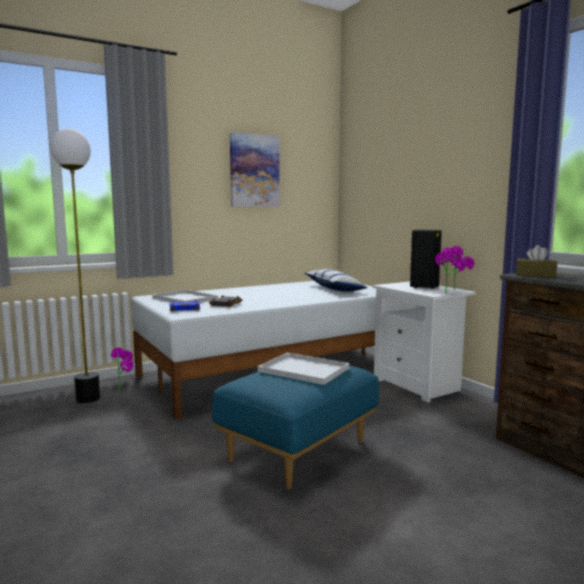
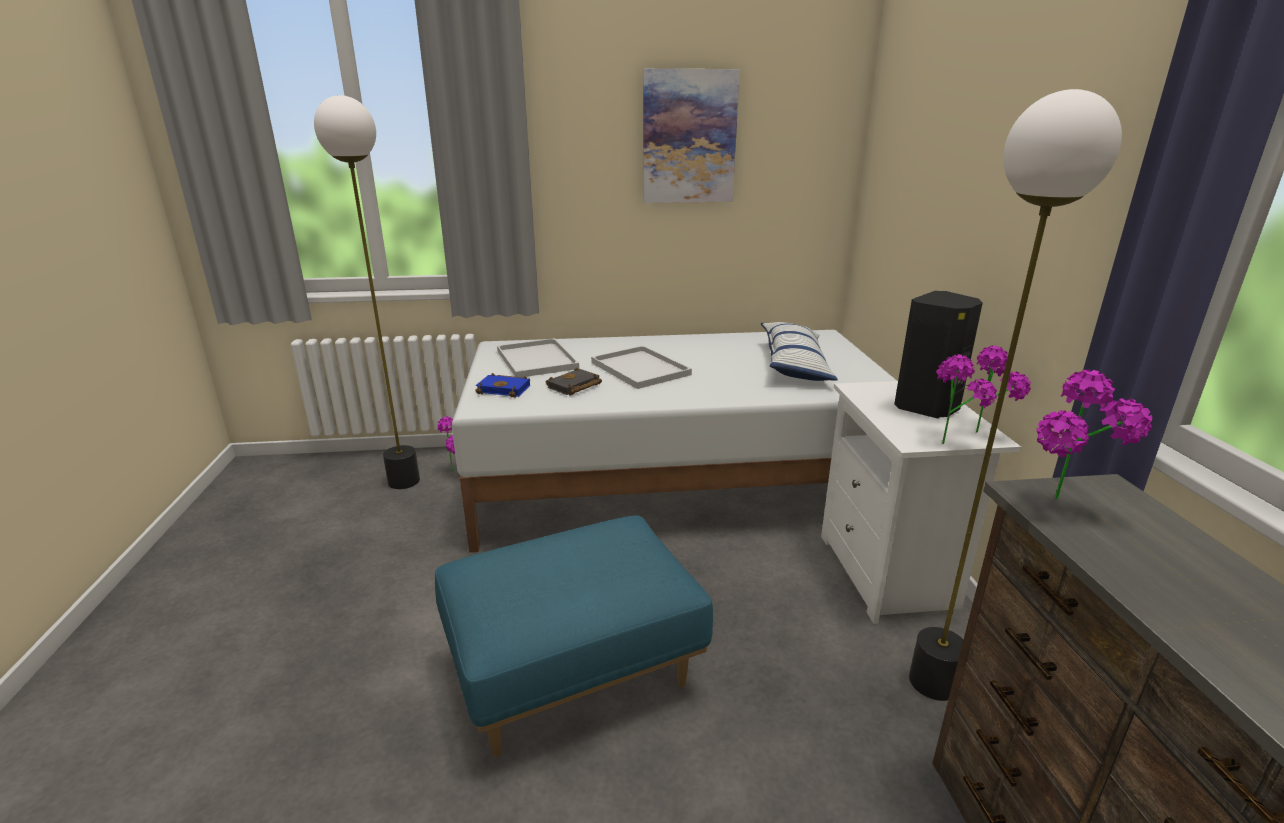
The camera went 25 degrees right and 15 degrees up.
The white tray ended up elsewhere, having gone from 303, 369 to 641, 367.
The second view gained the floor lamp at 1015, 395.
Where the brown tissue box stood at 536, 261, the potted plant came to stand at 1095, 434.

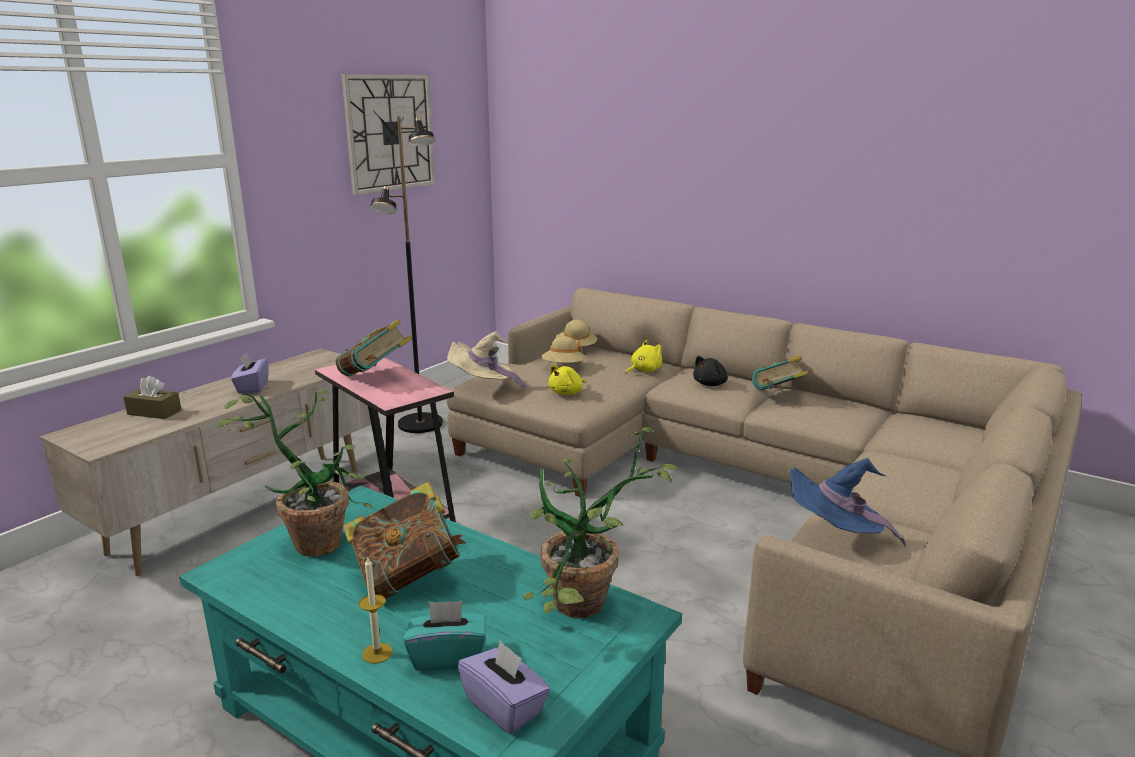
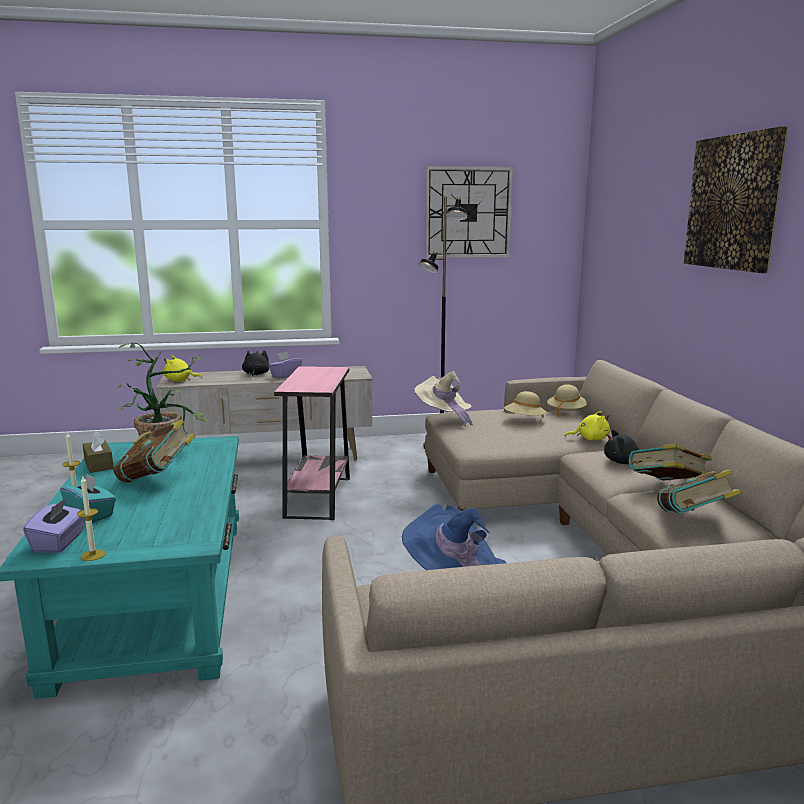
The camera went 45 degrees right and 5 degrees down.
The second view gained the candle at 91, 518.
The brown tissue box ended up elsewhere, having gone from 152, 397 to 98, 451.
The yellow plush toy ended up elsewhere, having gone from 566, 379 to 183, 368.
The second view gained the black plush toy at 255, 363.
The book ended up elsewhere, having gone from 374, 347 to 699, 491.
The second view gained the picture at 736, 199.
The second view lost the potted plant at 600, 522.

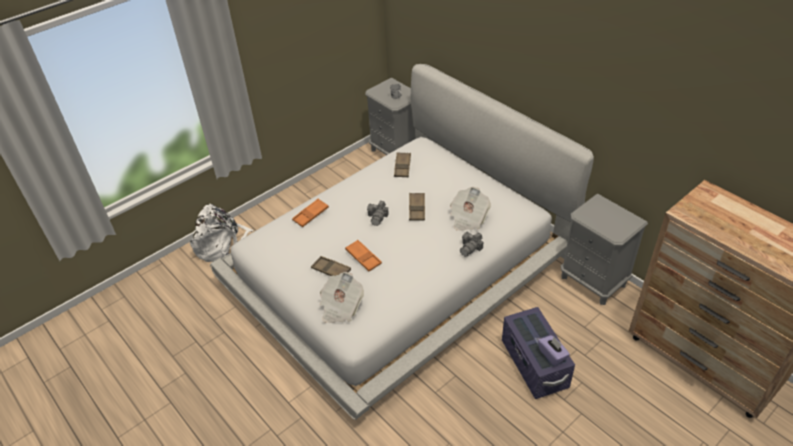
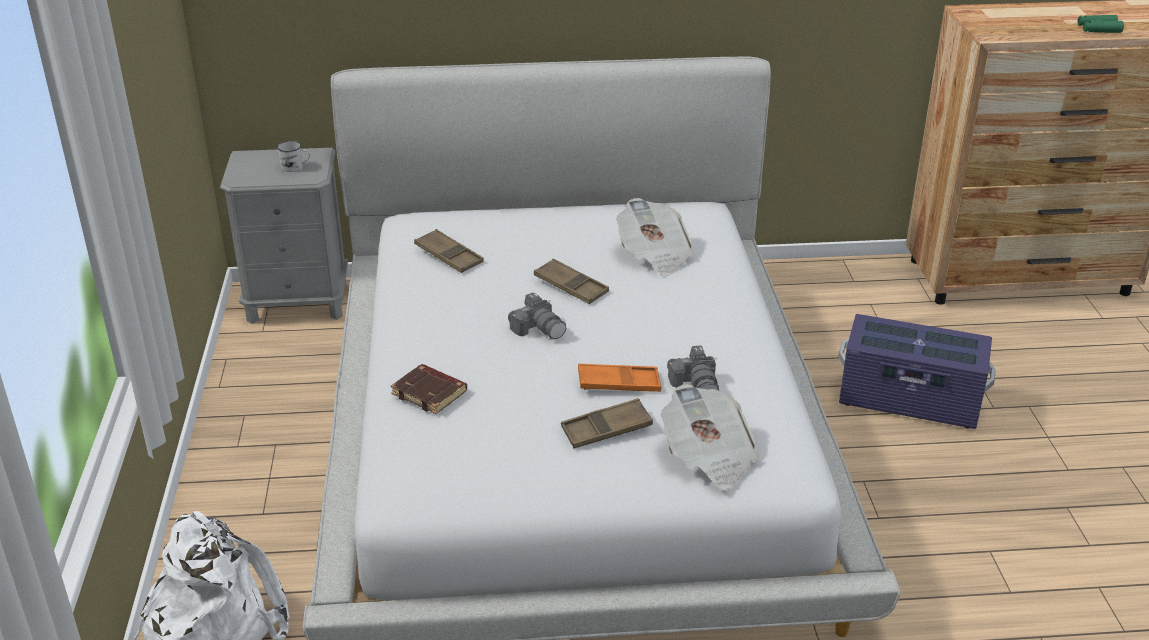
The camera went 55 degrees left and 10 degrees down.
Where the orange tray stood at 310, 213, the brown book came to stand at 428, 389.
The photo camera ended up elsewhere, having gone from 471, 244 to 693, 367.
The second view gained the green binoculars at 1101, 24.
The second view lost the purple tissue box at 554, 350.
The second view lost the grey nightstand at 604, 249.

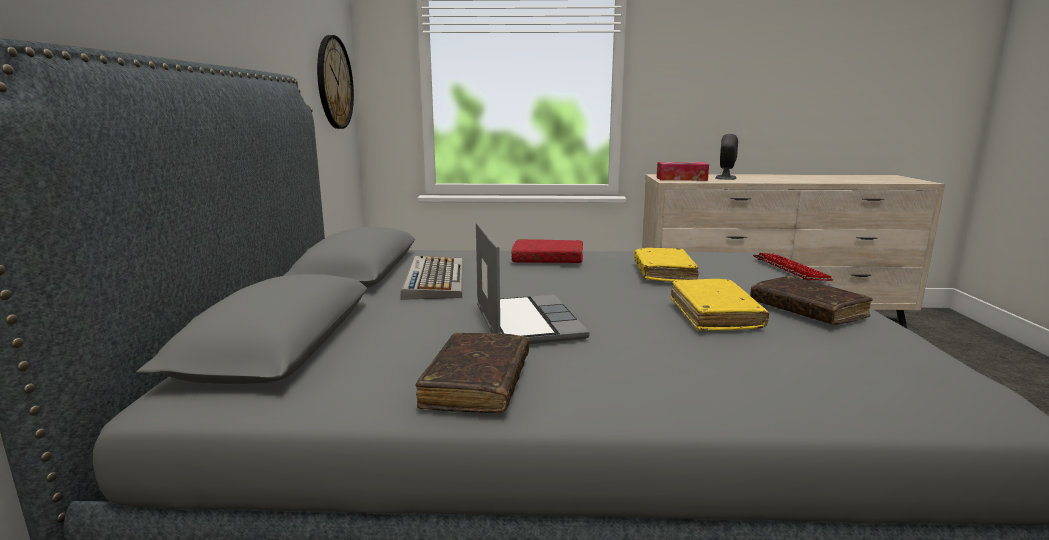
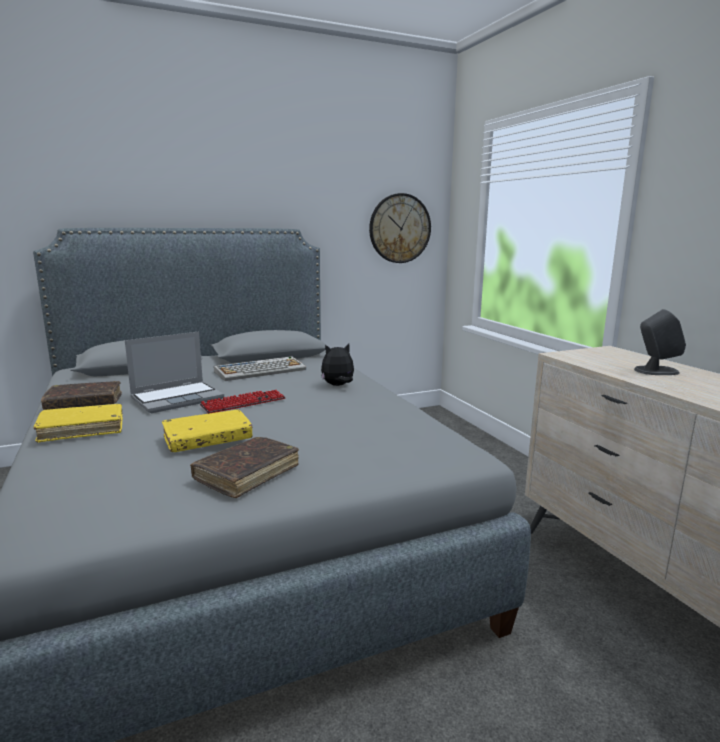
The camera went 65 degrees right and 0 degrees up.
The yellow book ended up elsewhere, having gone from 666, 265 to 78, 423.
The keyboard ended up elsewhere, having gone from 793, 267 to 243, 402.
Where the red book stood at 547, 251, the plush toy came to stand at 337, 365.
The second view lost the tissue box at 683, 171.

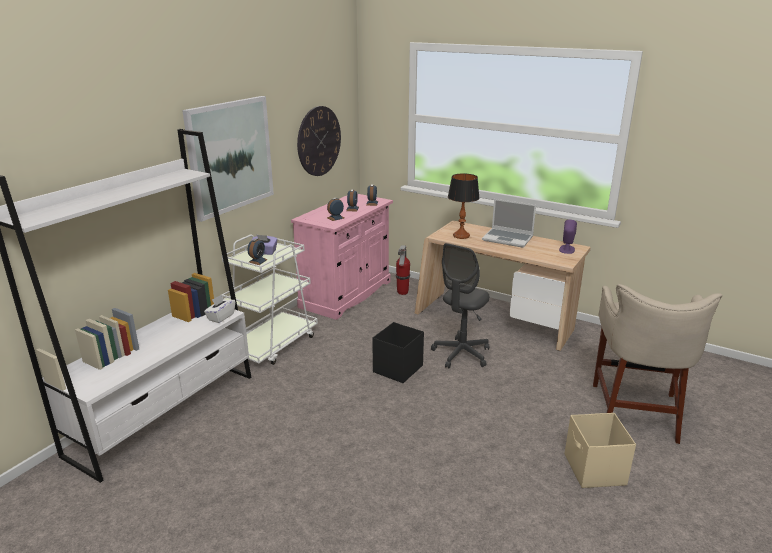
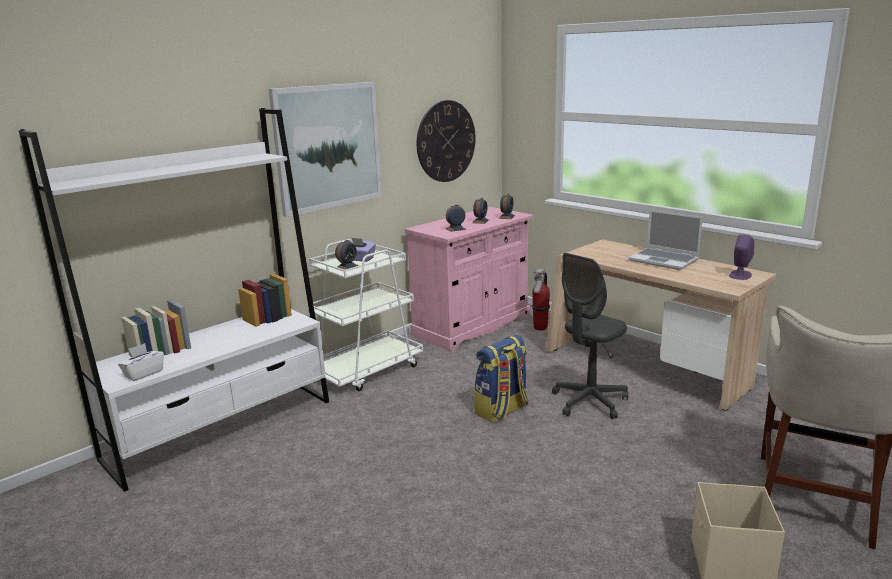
The camera went 15 degrees right and 5 degrees down.
The white tissue box ended up elsewhere, having gone from 219, 309 to 141, 362.
Where the black storage box stood at 398, 352, the backpack came to stand at 501, 378.
The second view lost the table lamp at 464, 206.

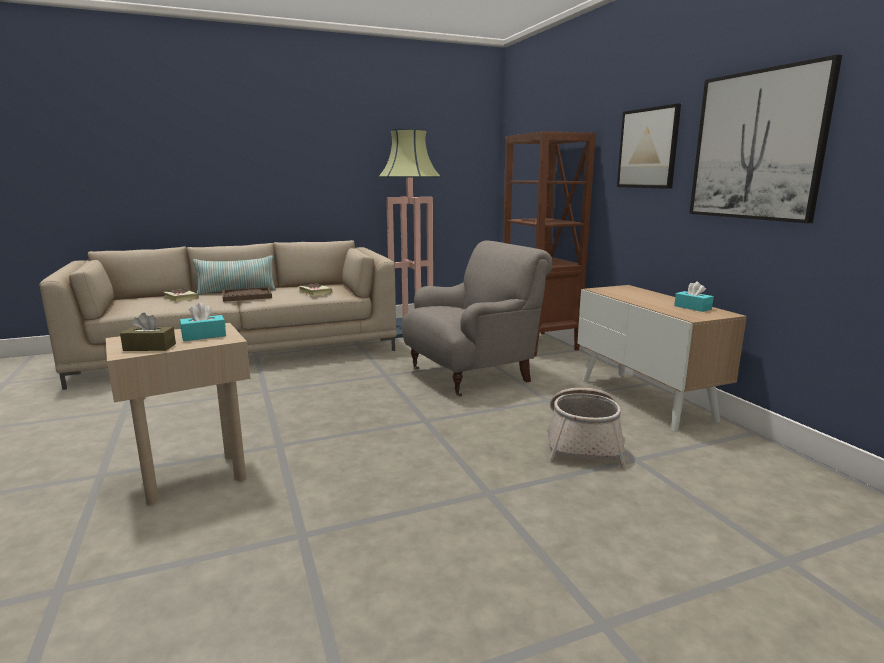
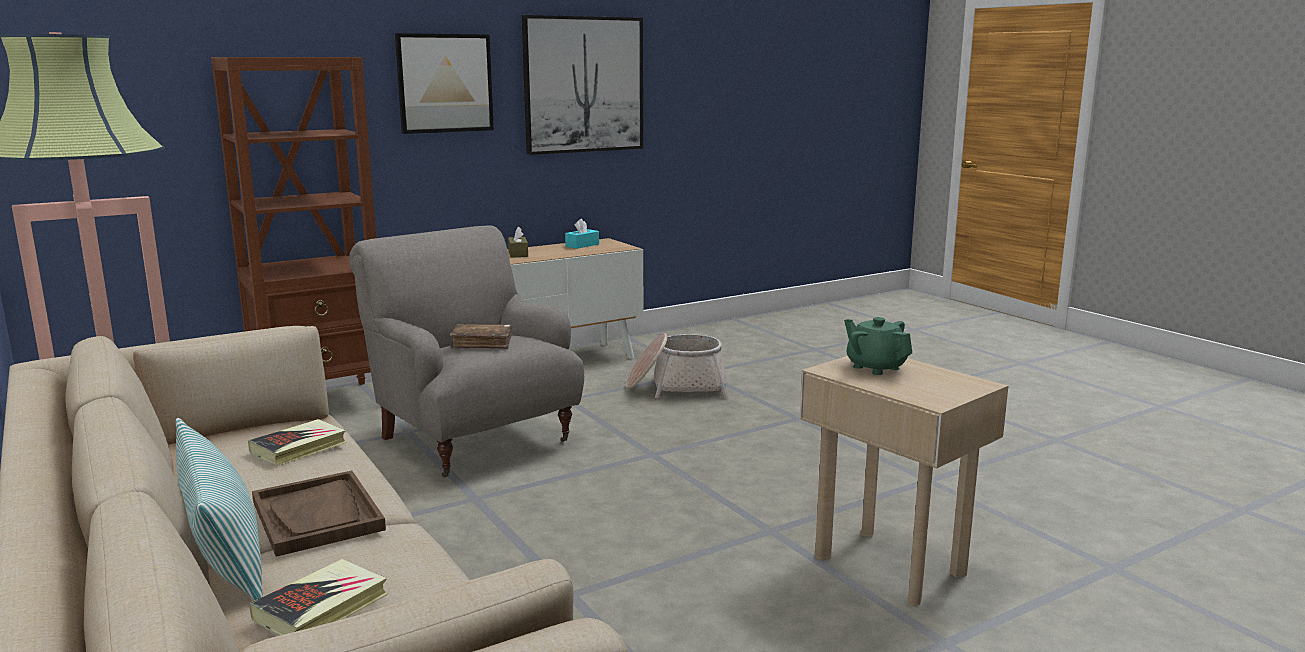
The camera went 100 degrees left and 0 degrees up.
The second view gained the brown book at 481, 336.
The brown tissue box ended up elsewhere, having gone from 148, 332 to 518, 242.
Where the turquoise tissue box stood at 203, 321, the green teapot came to stand at 878, 346.

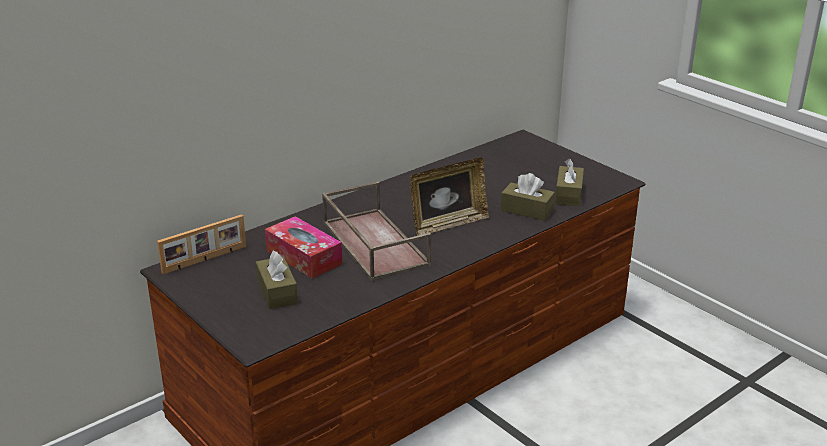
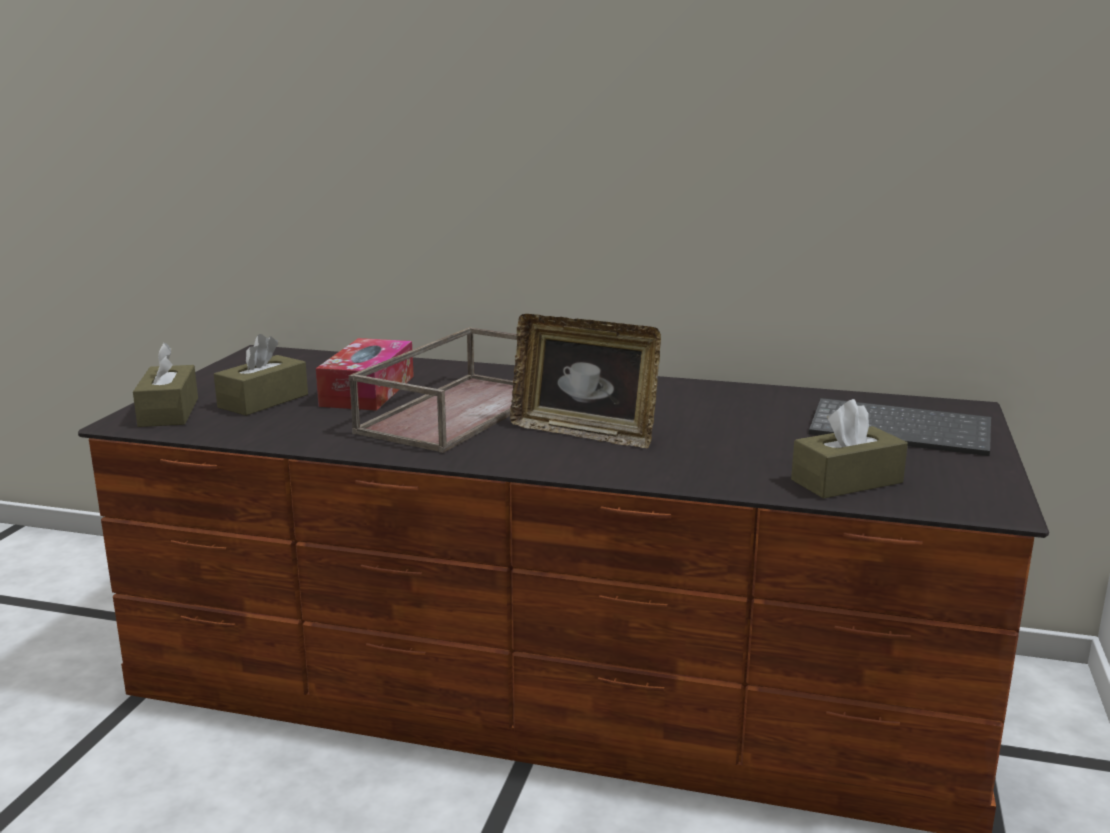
The camera went 55 degrees right and 10 degrees down.
The brown tissue box ended up elsewhere, having gone from 528, 197 to 165, 385.
The second view gained the keyboard at 900, 427.
The second view lost the picture frame at 201, 244.

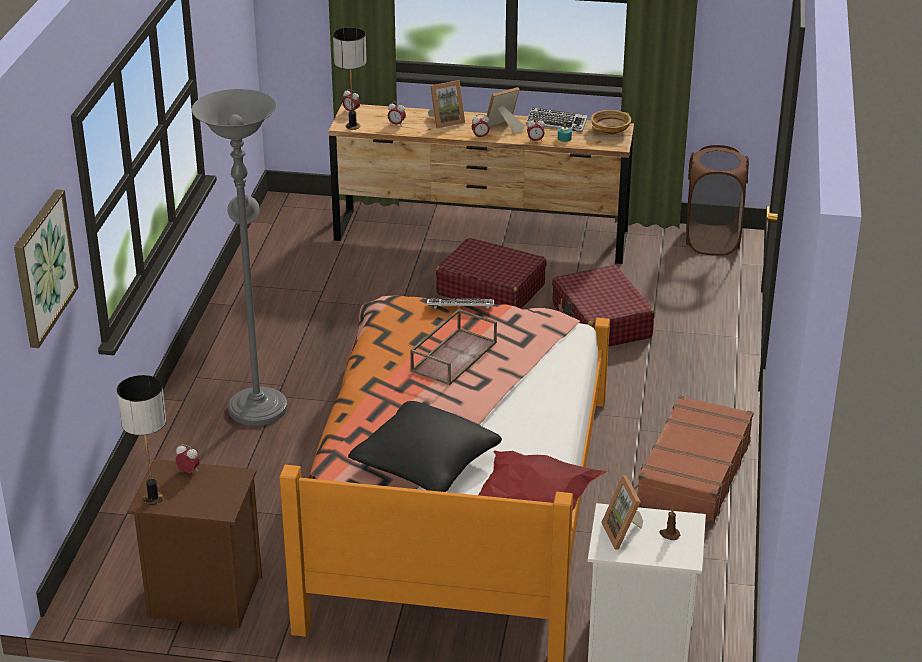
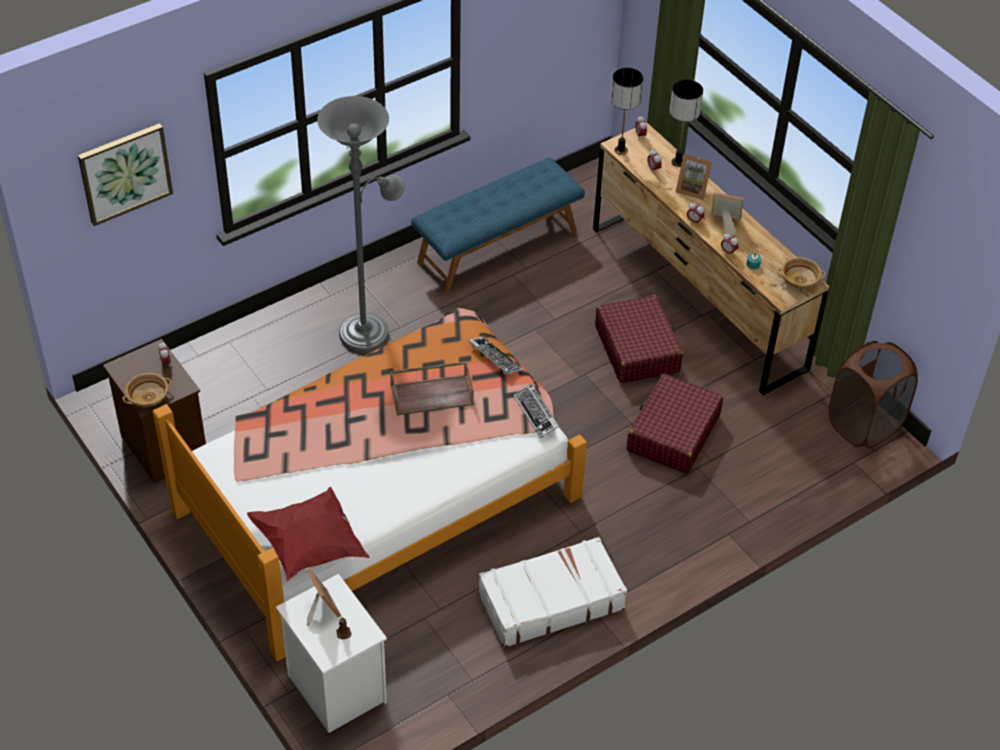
The camera went 45 degrees right and 15 degrees up.
The second view gained the beige bowl at 146, 390.
The picture frame at 622, 512 ended up facing another way, 120 degrees clockwise from before.
The second view gained the blue bench at 498, 226.
What was the brown suitcase at 694, 459 turned into the white suitcase at 552, 592.
The keyboard ended up elsewhere, having gone from 557, 119 to 536, 411.
The table lamp ended up elsewhere, having gone from 141, 440 to 686, 123.
The second view lost the black pillow at 425, 446.

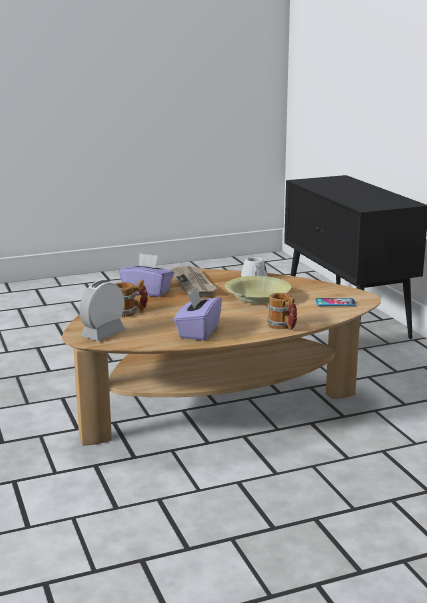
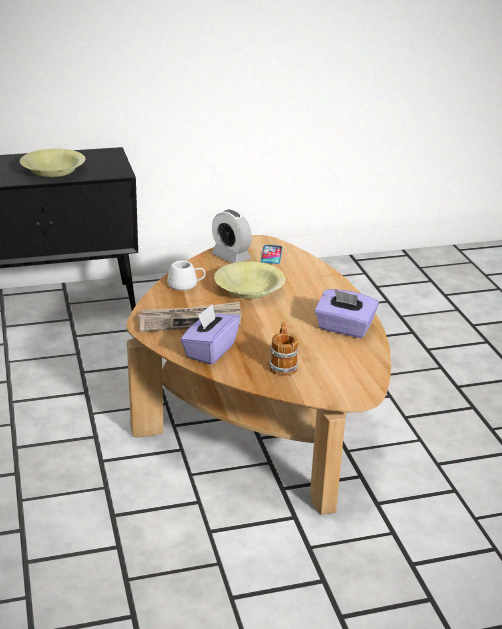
The camera went 85 degrees left and 10 degrees up.
The second view gained the yellow bowl at 52, 163.
The alarm clock ended up elsewhere, having gone from 102, 310 to 232, 236.
The second view lost the mug at 282, 311.

